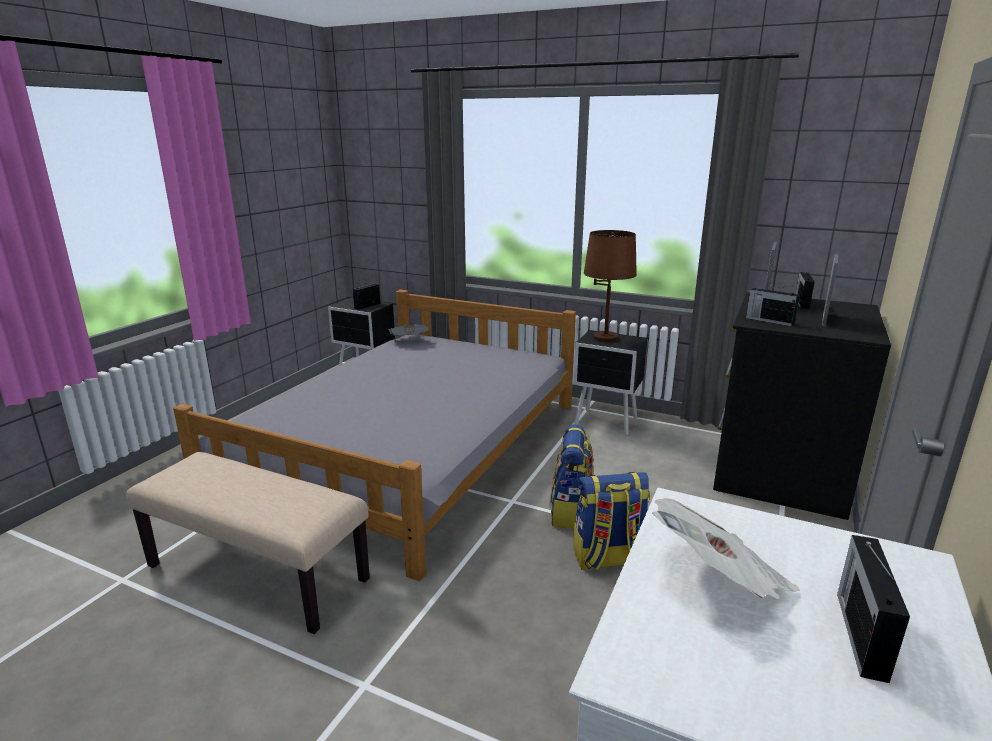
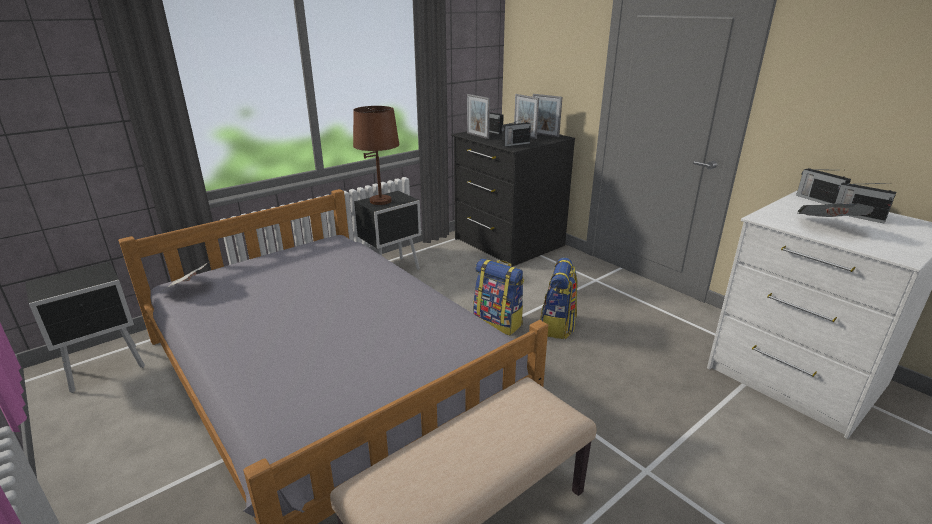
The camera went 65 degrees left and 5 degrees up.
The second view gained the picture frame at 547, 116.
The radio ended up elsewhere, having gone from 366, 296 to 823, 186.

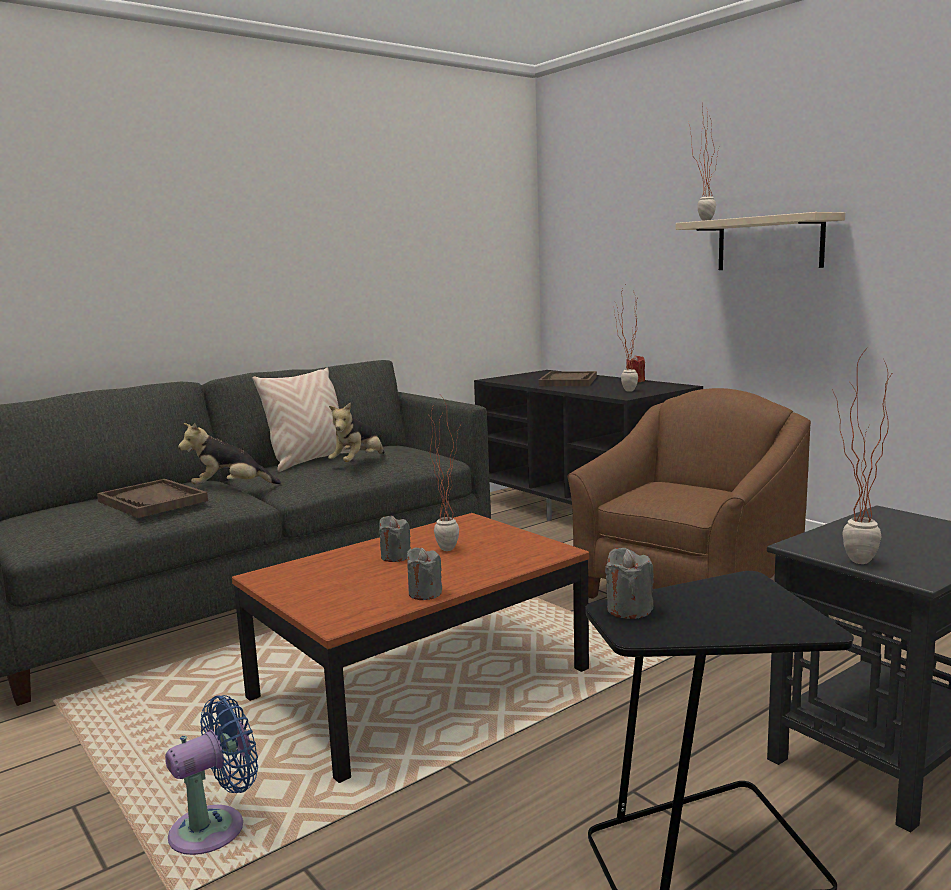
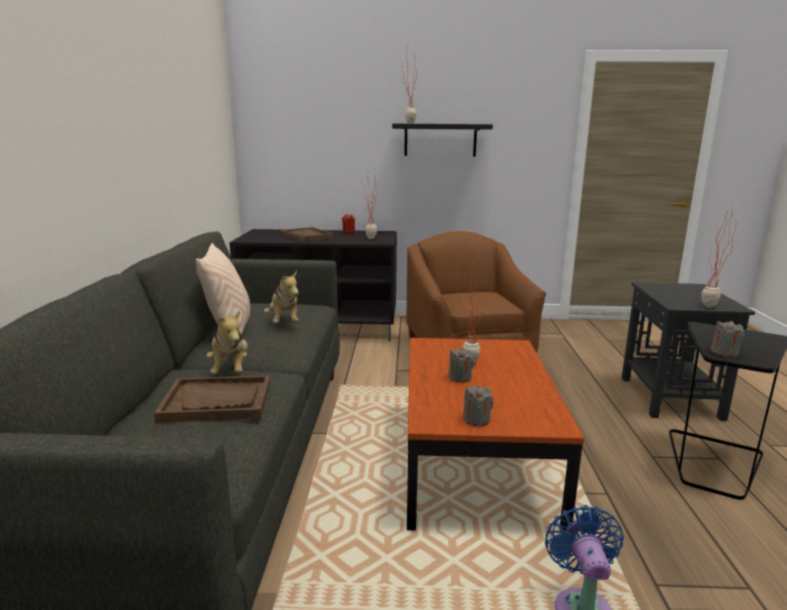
The camera went 50 degrees left and 5 degrees up.
The plush toy at 229, 453 ended up facing another way, 45 degrees counterclockwise from before.
What was the beige shelf at 760, 241 turned into the black shelf at 442, 140.
The grey candle ended up elsewhere, having gone from 424, 573 to 478, 406.

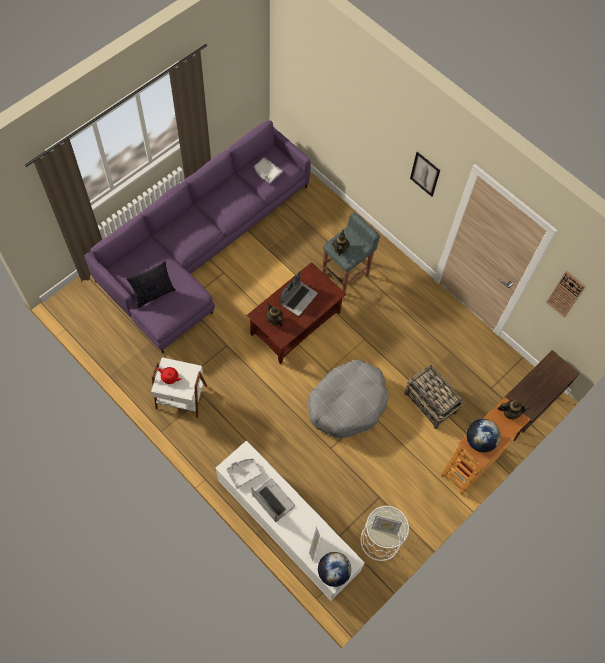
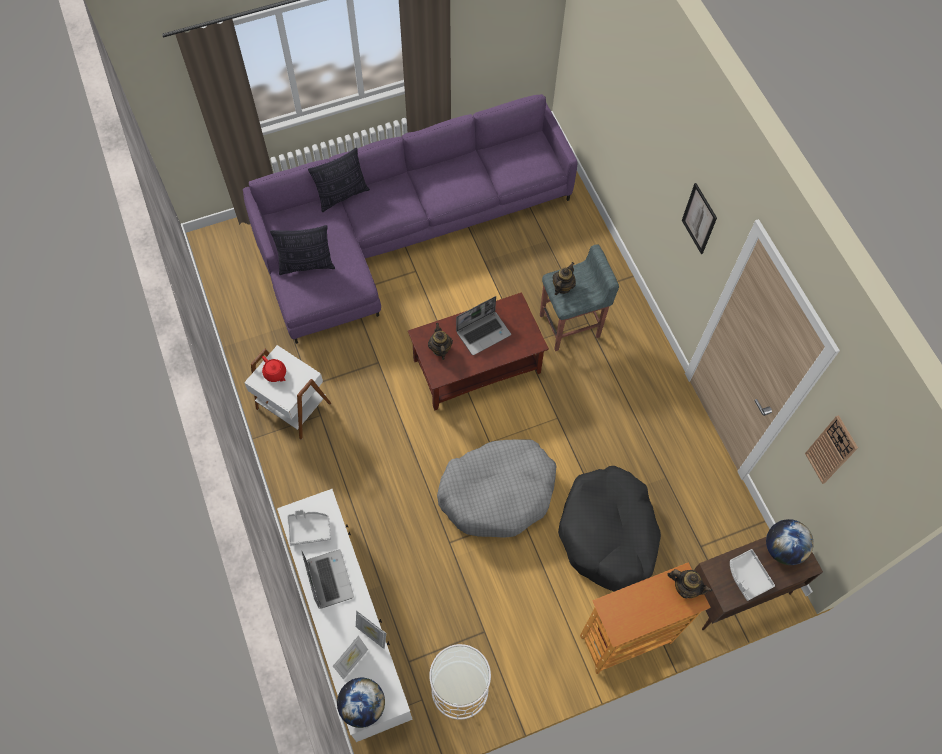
The camera went 25 degrees right and 0 degrees up.
The second view gained the pillow at 339, 180.
The picture frame ended up elsewhere, having gone from 386, 525 to 371, 629.
Where the basket stood at 434, 396, the black dog bed came to stand at 609, 529.
The grey tray ended up elsewhere, having gone from 268, 170 to 752, 575.
The globe ended up elsewhere, having gone from 483, 435 to 790, 542.

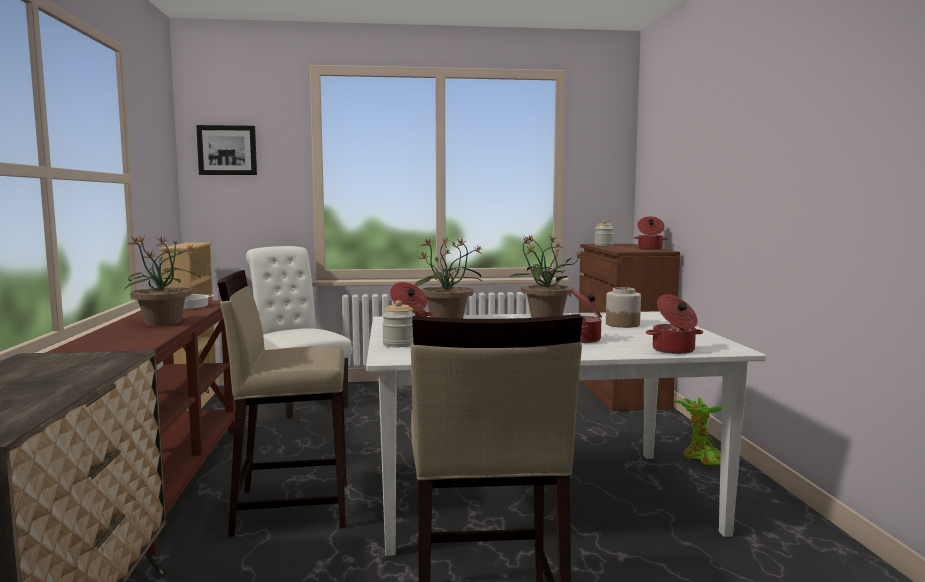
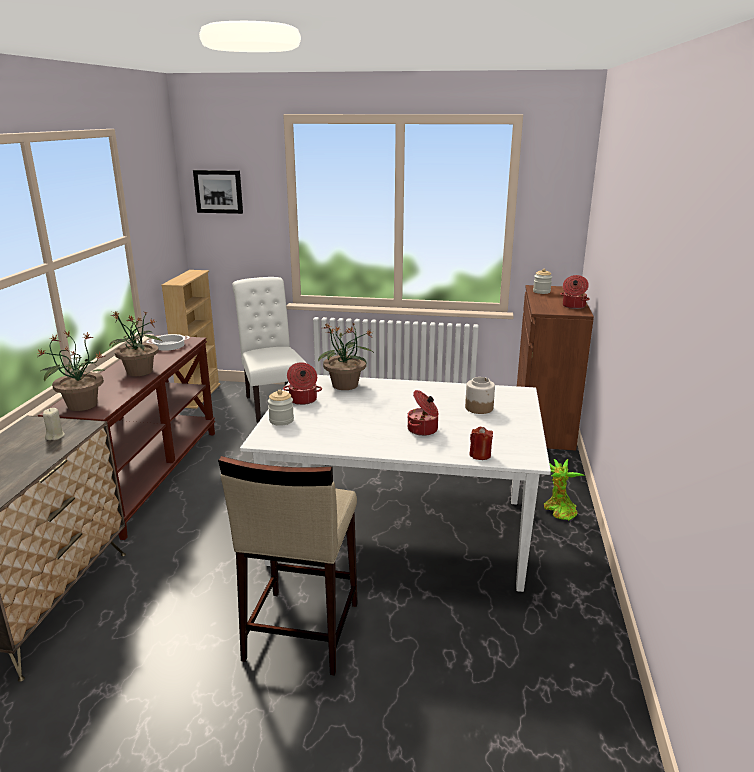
The camera went 15 degrees right and 15 degrees up.
The potted plant ended up elsewhere, having gone from 547, 277 to 71, 371.
The second view gained the beige candle at 54, 424.
Where the cooking pot stood at 674, 324, the red candle came to stand at 481, 443.
The second view lost the beige stool at 282, 403.

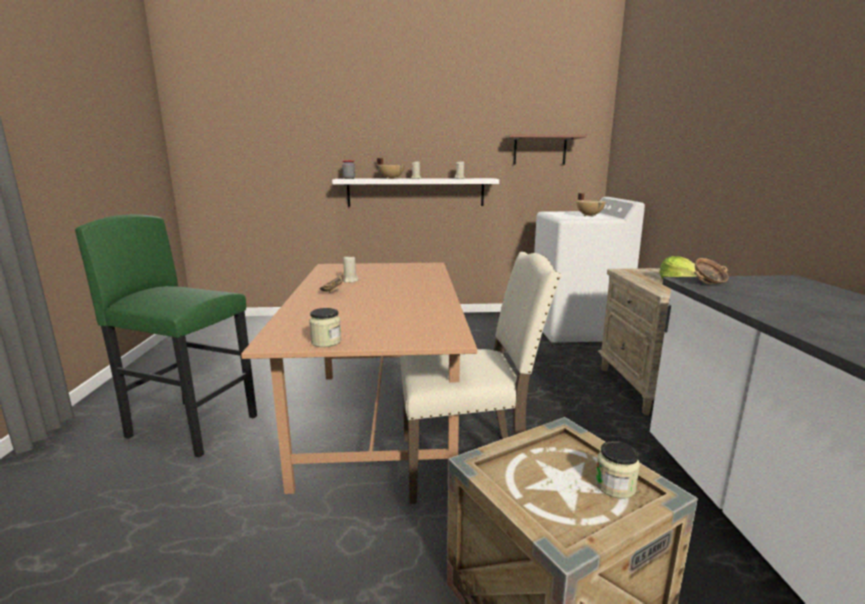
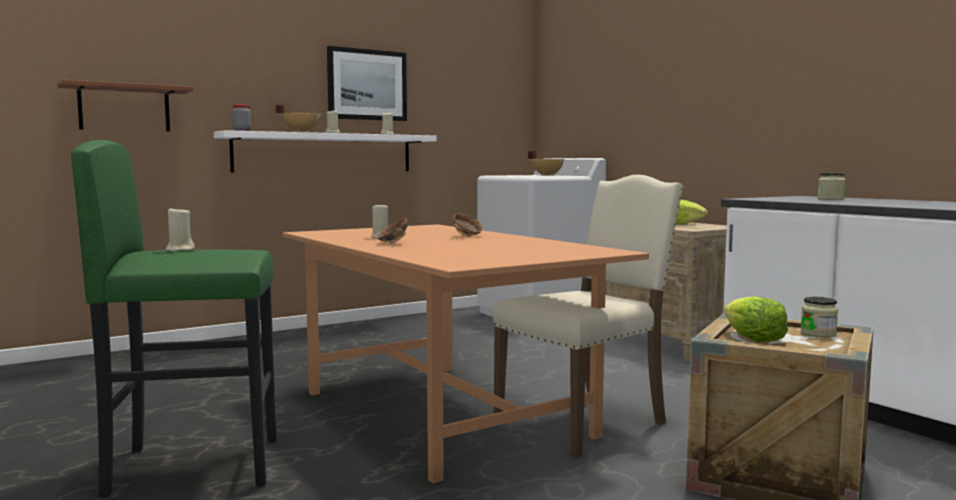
The camera went 30 degrees left and 10 degrees down.
The brown shelf ended up elsewhere, having gone from 545, 149 to 125, 105.
The second view gained the beige candle at 180, 229.
The second view gained the picture at 367, 83.
The bowl ended up elsewhere, having gone from 711, 271 to 468, 225.
The second view gained the lettuce at 756, 319.
The jar ended up elsewhere, having gone from 325, 327 to 832, 186.

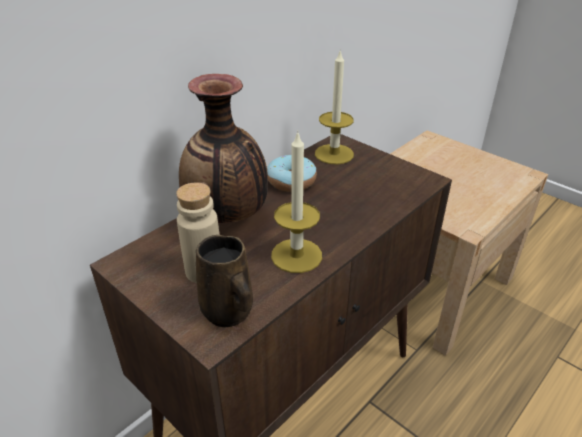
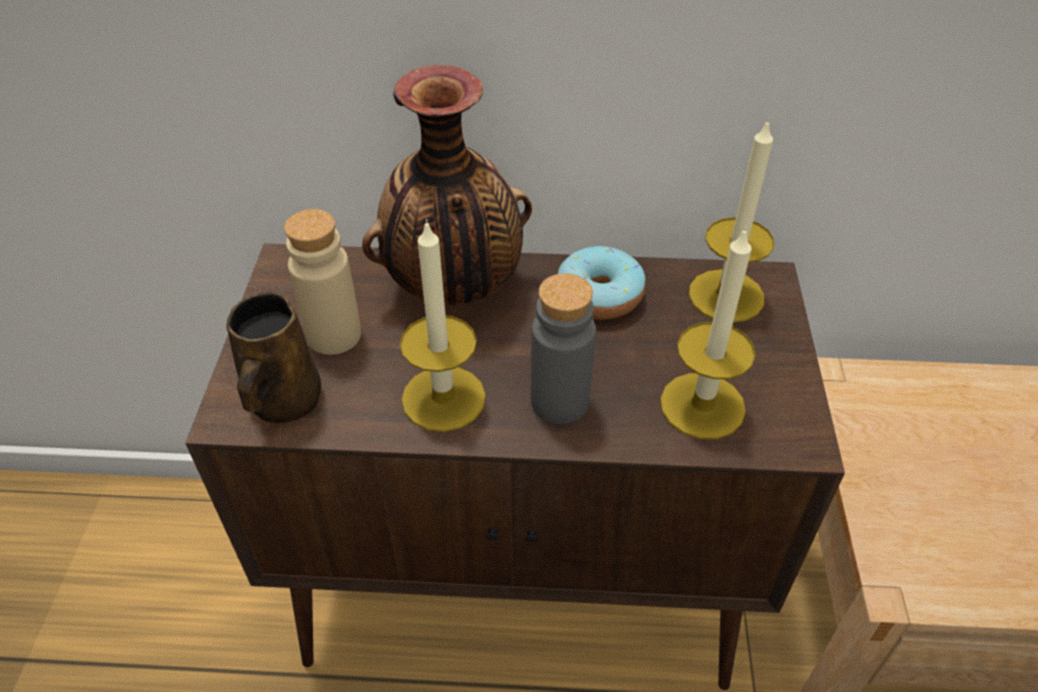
The camera went 50 degrees right and 10 degrees up.
The second view gained the grey bottle at 563, 348.
The second view gained the candle at 708, 333.

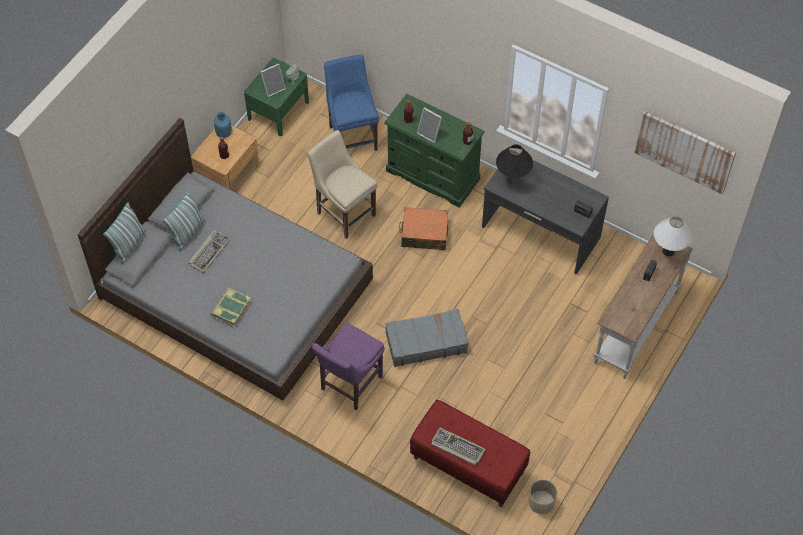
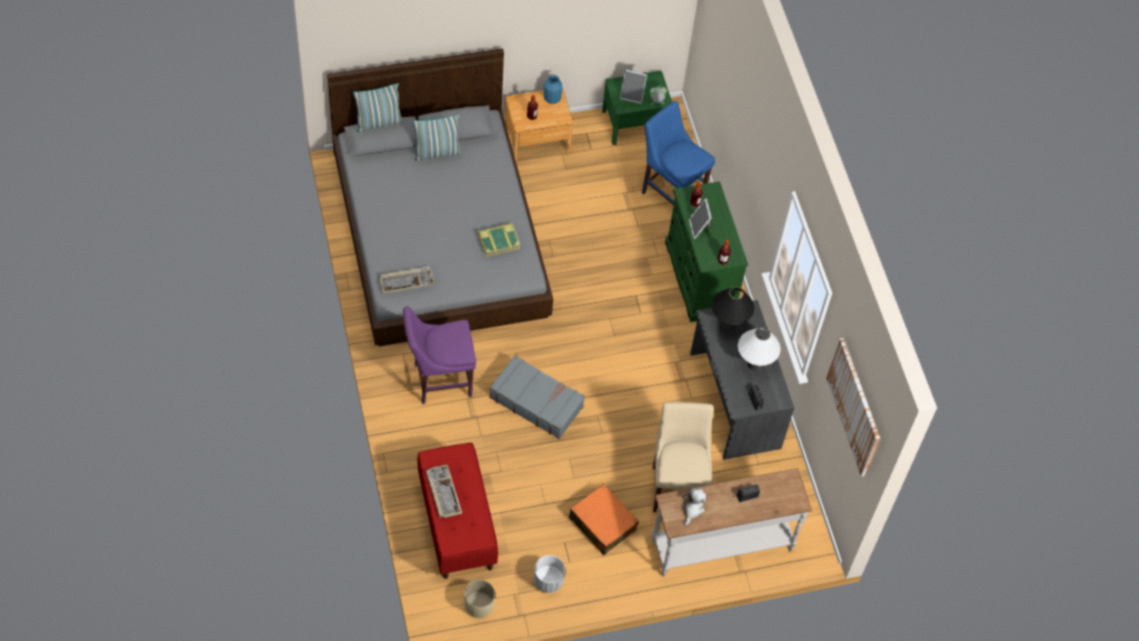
The camera went 40 degrees right and 0 degrees up.
The keyboard ended up elsewhere, having gone from 209, 251 to 407, 280.
The book ended up elsewhere, having gone from 231, 307 to 499, 240.
The second view gained the white planter at 549, 574.
The orange suitcase ended up elsewhere, having gone from 423, 228 to 604, 519.
The blue chair at 351, 102 ended up facing another way, 75 degrees counterclockwise from before.
The beige chair ended up elsewhere, having gone from 342, 184 to 683, 457.
The second view gained the plush toy at 694, 506.
The white table lamp ended up elsewhere, having gone from 673, 237 to 759, 349.

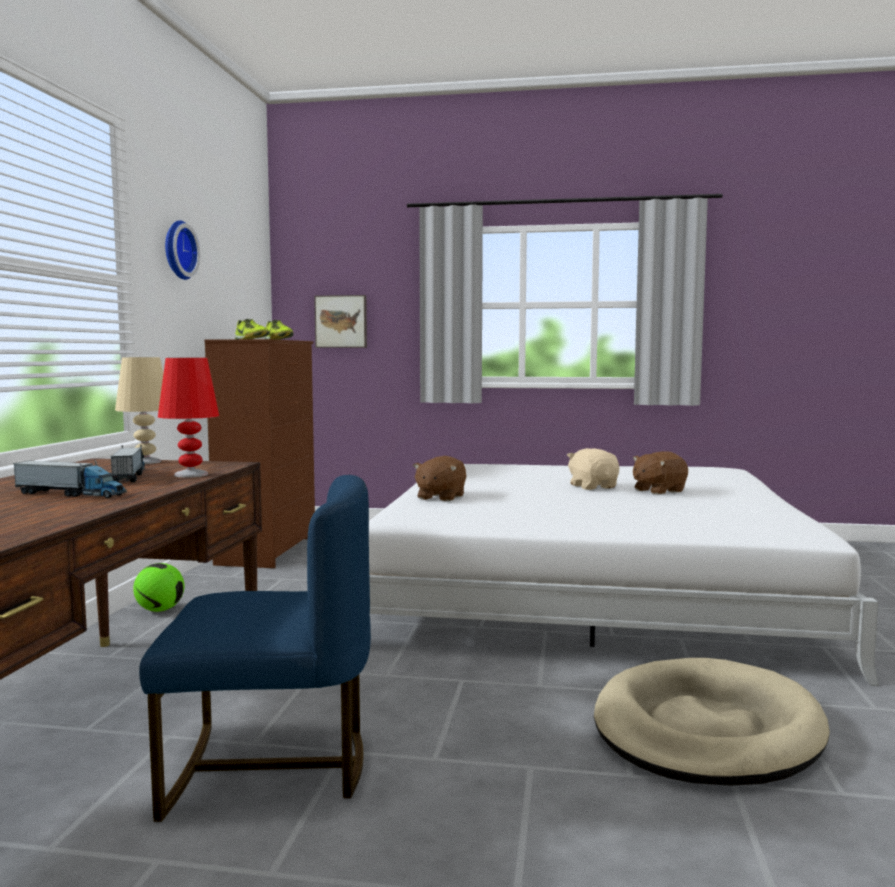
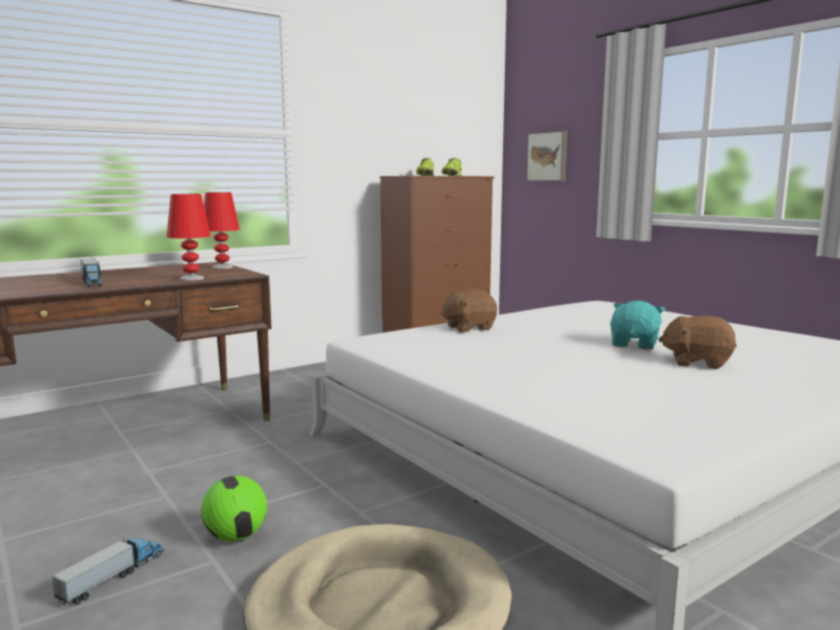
The camera went 45 degrees right and 5 degrees up.
The toy truck ended up elsewhere, having gone from 128, 463 to 107, 571.
The football ended up elsewhere, having gone from 158, 587 to 234, 509.
What was the beige table lamp at 139, 410 turned into the red table lamp at 222, 230.
What was the beige plush toy at 593, 469 turned into the turquoise plush toy at 637, 324.
The second view lost the blue chair at 255, 648.
The second view lost the wall clock at 182, 250.

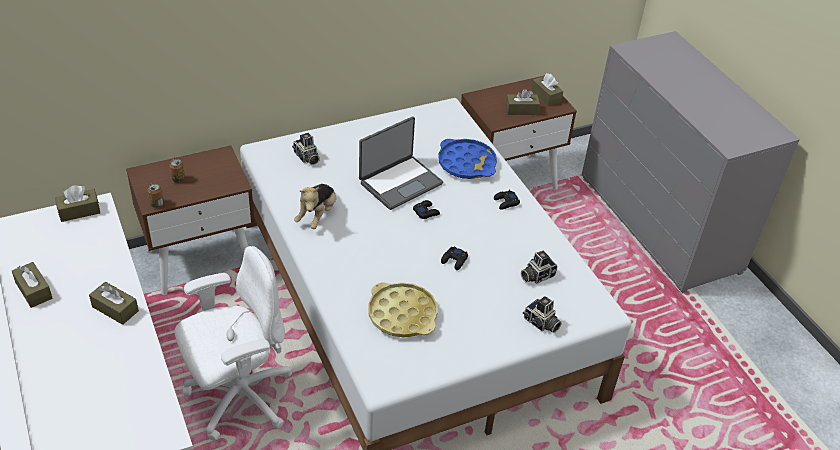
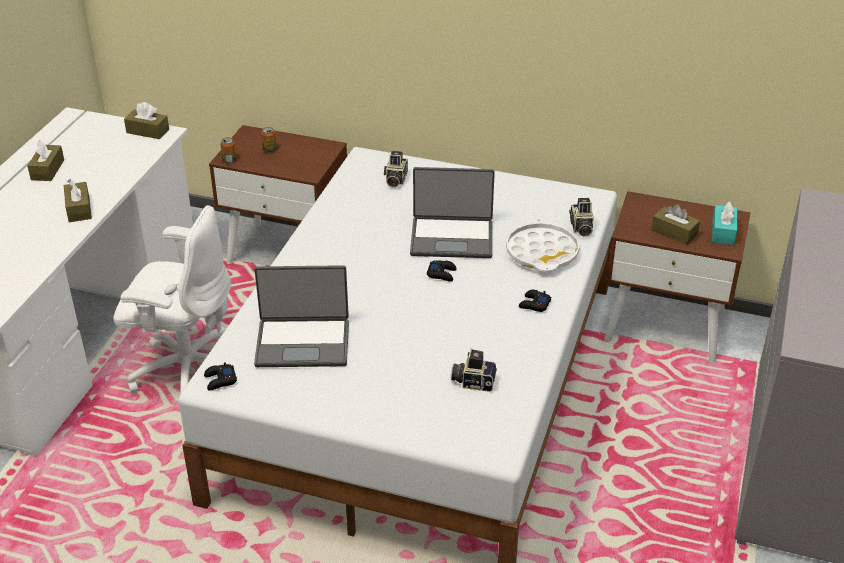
The camera went 45 degrees right and 5 degrees down.
The black game controller ended up elsewhere, having gone from 454, 258 to 220, 376.
Where the yellow tray stood at 403, 310, the laptop came to stand at 301, 316.
What was the blue tray at 467, 159 turned into the white tray at 543, 245.
The photo camera ended up elsewhere, having gone from 542, 314 to 581, 217.
What was the brown tissue box at 547, 89 turned into the turquoise tissue box at 724, 223.
The second view lost the plush toy at 315, 206.

